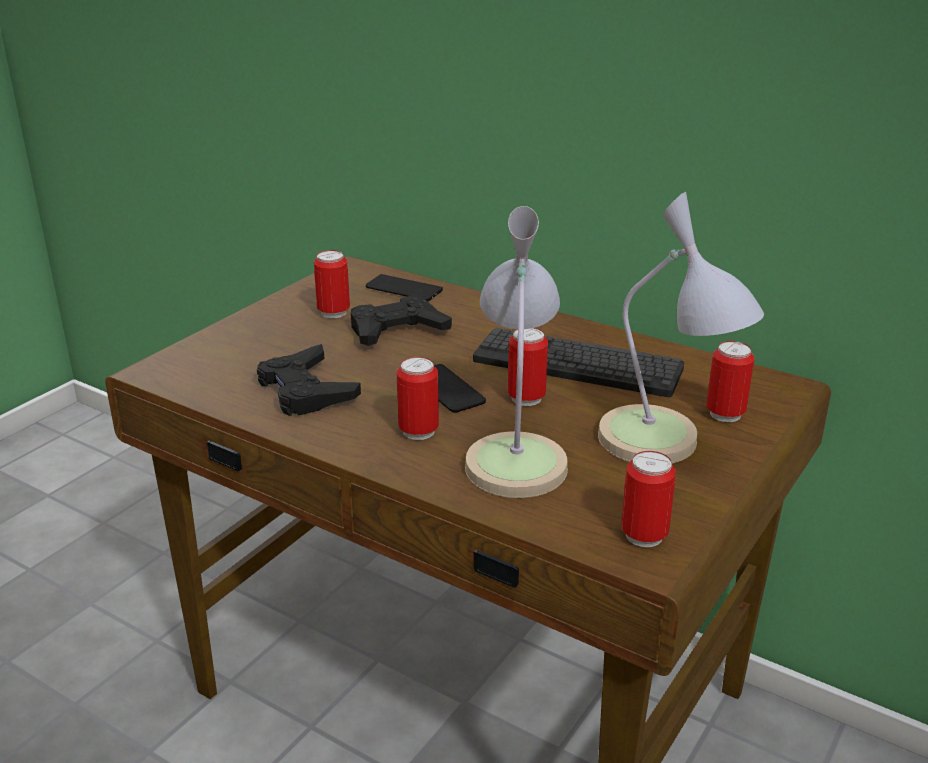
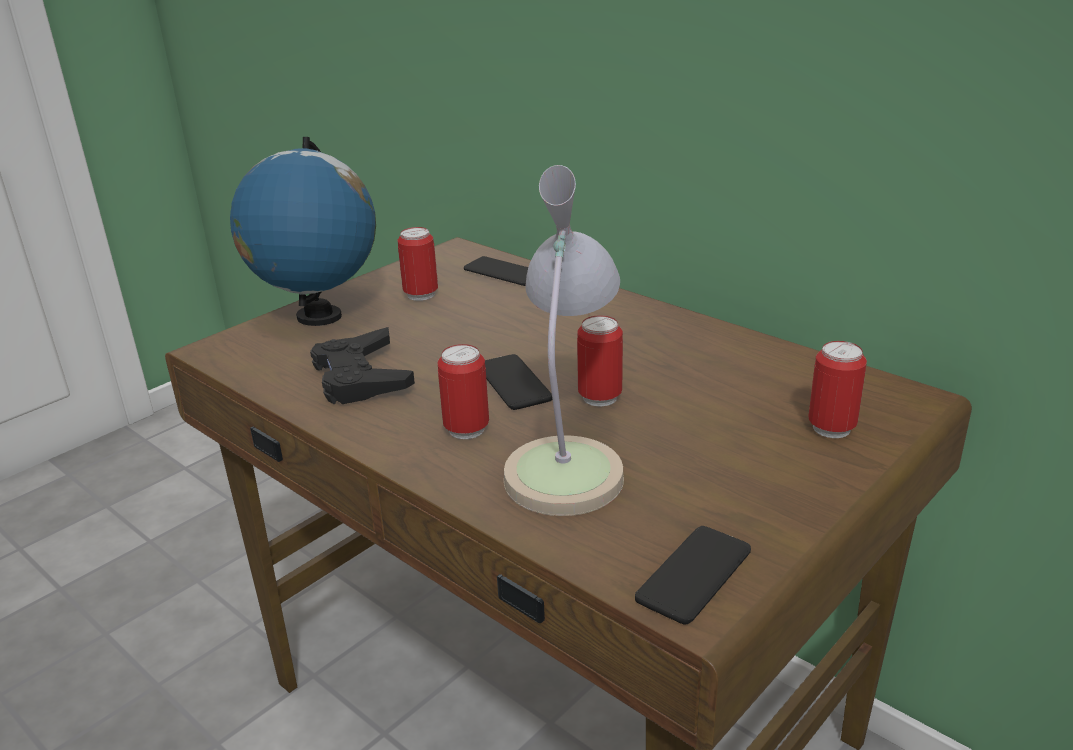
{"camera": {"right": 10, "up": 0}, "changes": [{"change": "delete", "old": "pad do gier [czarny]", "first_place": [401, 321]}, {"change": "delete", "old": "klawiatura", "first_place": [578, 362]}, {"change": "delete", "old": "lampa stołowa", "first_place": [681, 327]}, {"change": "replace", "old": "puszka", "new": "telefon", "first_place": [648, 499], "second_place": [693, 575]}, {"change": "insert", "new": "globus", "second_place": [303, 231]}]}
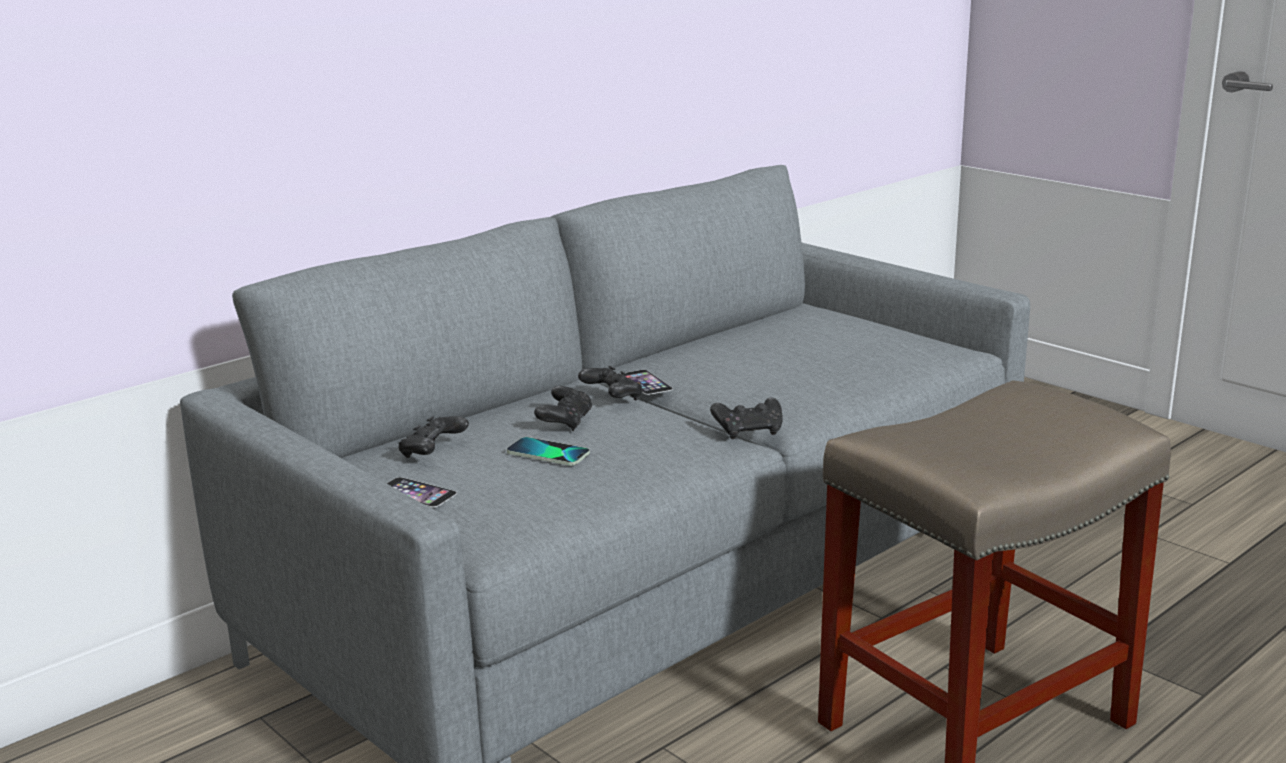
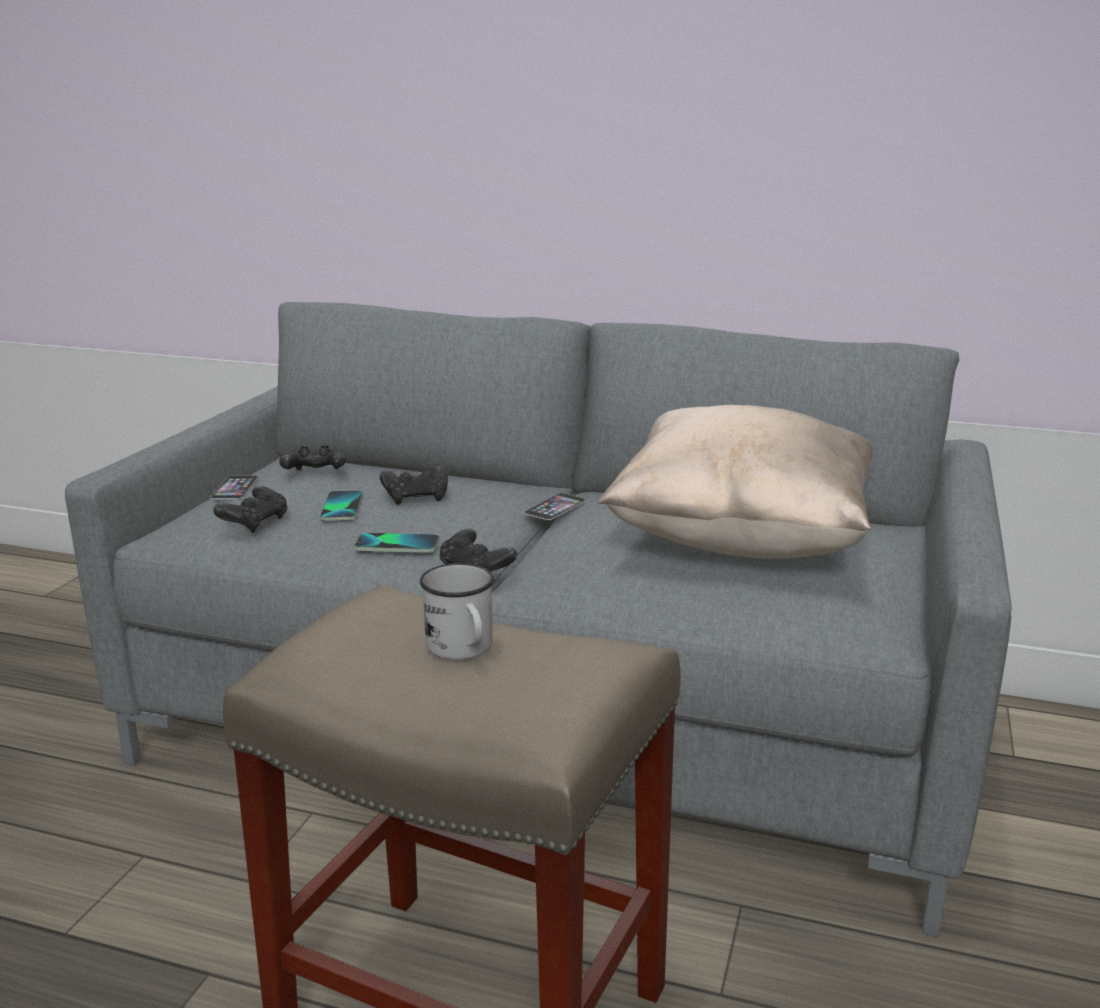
{"camera": {"right": 60, "up": 0}, "changes": [{"change": "move", "old": "pad do gier [czarny]", "first_place": [610, 383], "second_place": [250, 509]}, {"change": "insert", "new": "telefon", "second_place": [397, 542]}, {"change": "insert", "new": "kubek [biały]", "second_place": [457, 611]}, {"change": "insert", "new": "poduszka [beżowy]", "second_place": [735, 482]}]}
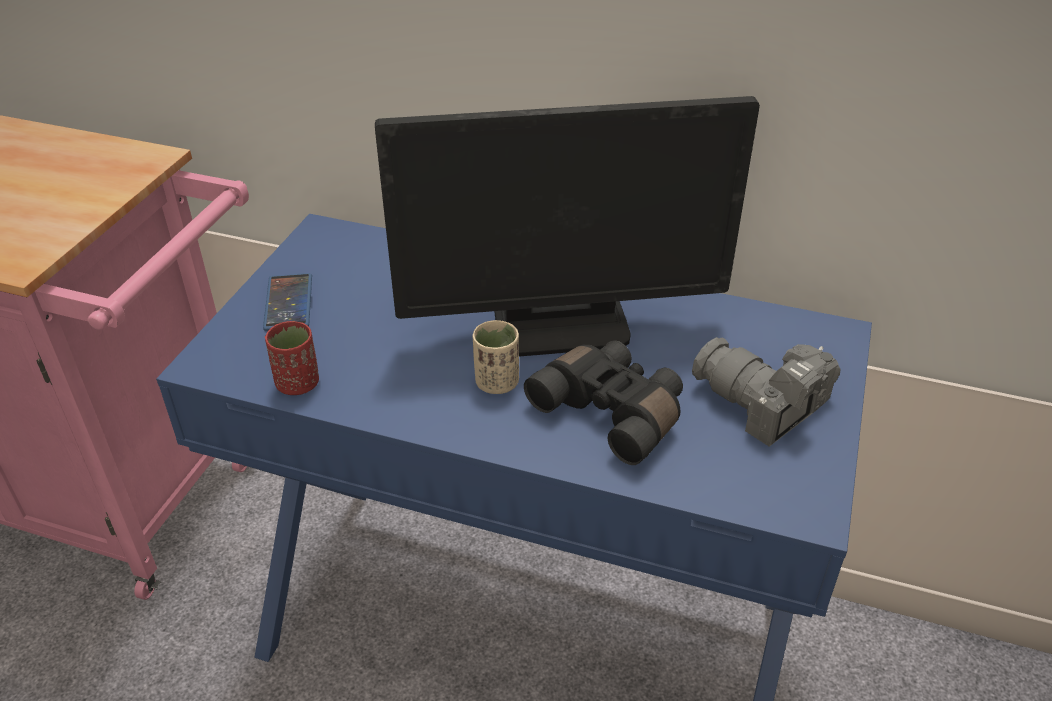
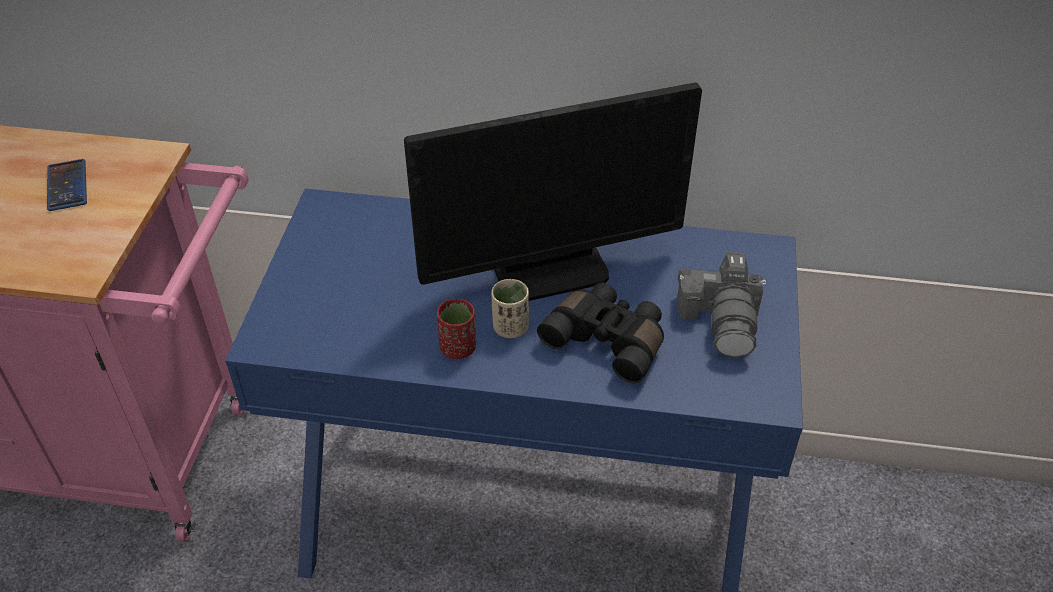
{"camera": {"right": -10, "up": 5}, "changes": [{"change": "move", "old": "telefon", "first_place": [287, 302], "second_place": [67, 185]}, {"change": "move", "old": "filiżanka [czerwony]", "first_place": [292, 358], "second_place": [456, 329]}, {"change": "rotate", "old": "aparat fotograficzny", "first_place": [766, 392], "second_place": [721, 304], "degrees": -120}]}
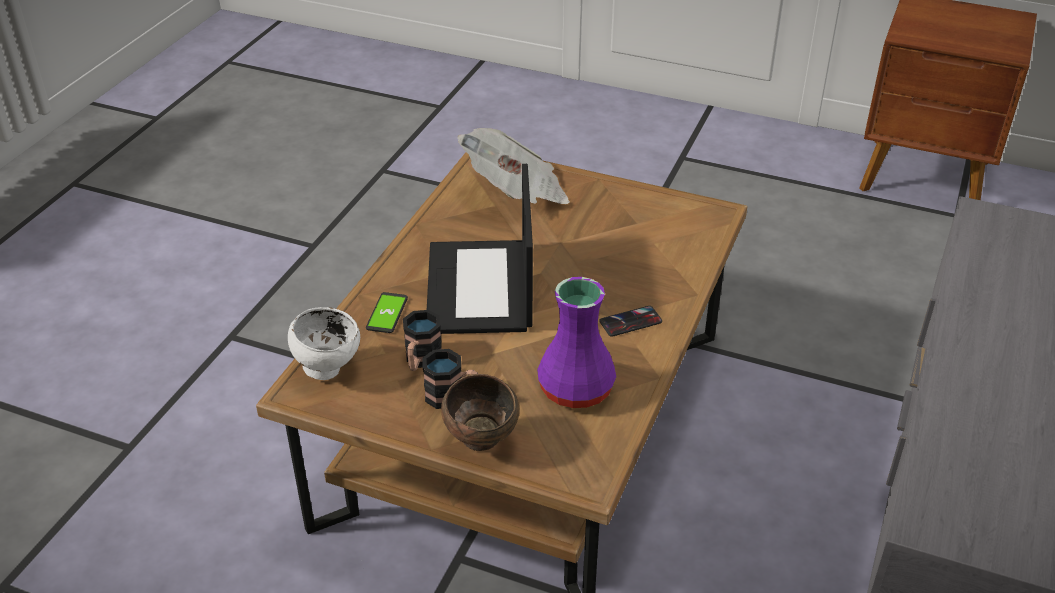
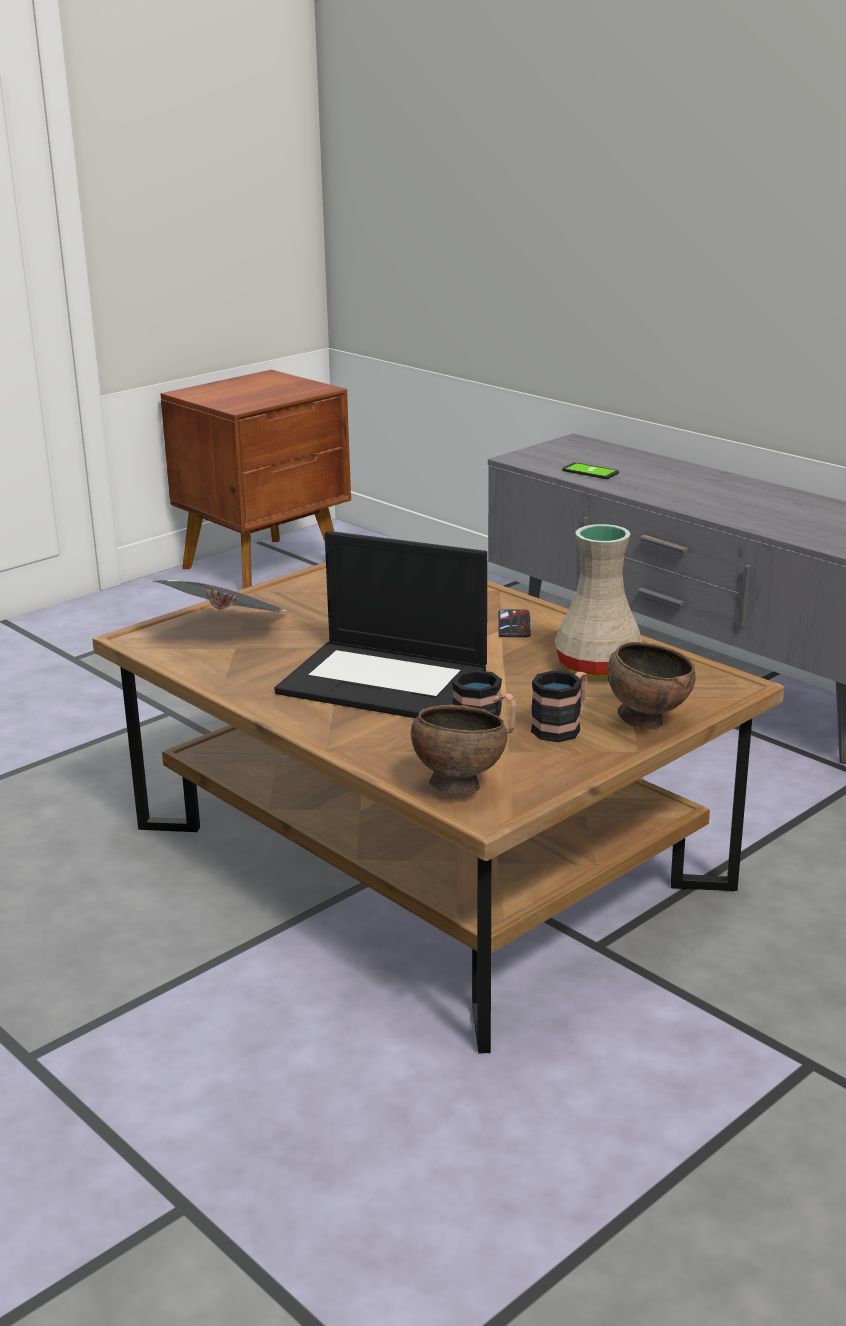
{"camera": {"right": -65, "up": -15}, "changes": [{"change": "recolor", "old": "miska [biały]", "new": "miska [brązowy]", "first_place": [324, 343], "second_place": [459, 749]}, {"change": "move", "old": "telefon", "first_place": [387, 312], "second_place": [590, 471]}, {"change": "recolor", "old": "wazon [fioletowy]", "new": "wazon [beżowy]", "first_place": [576, 342], "second_place": [598, 601]}]}
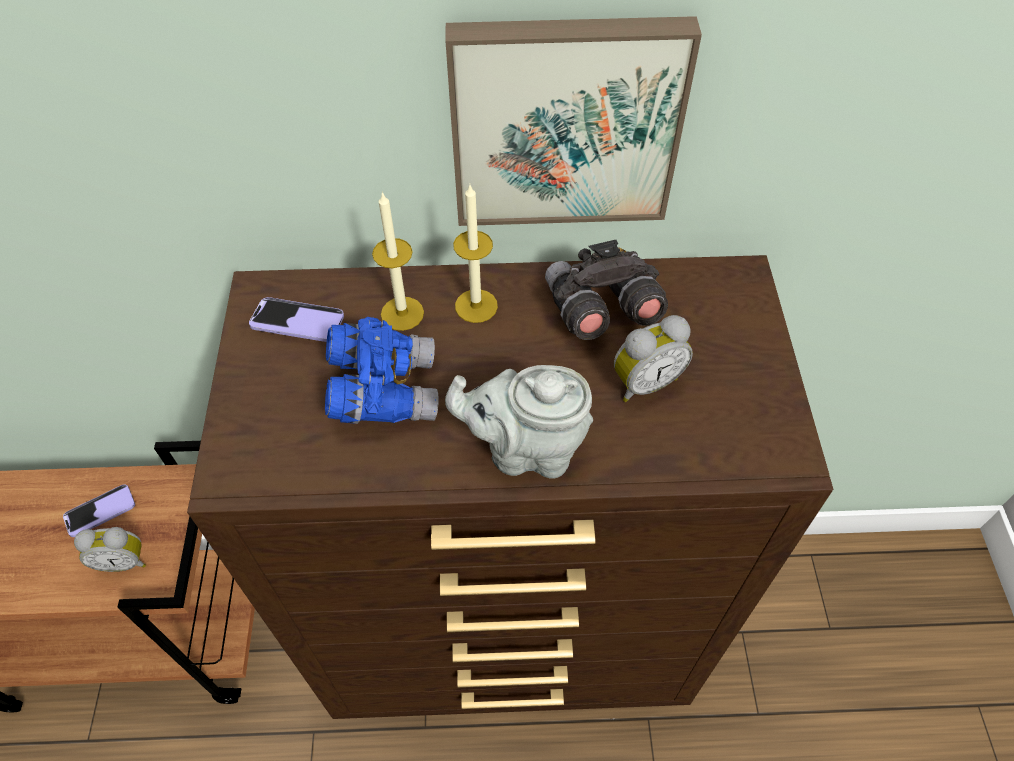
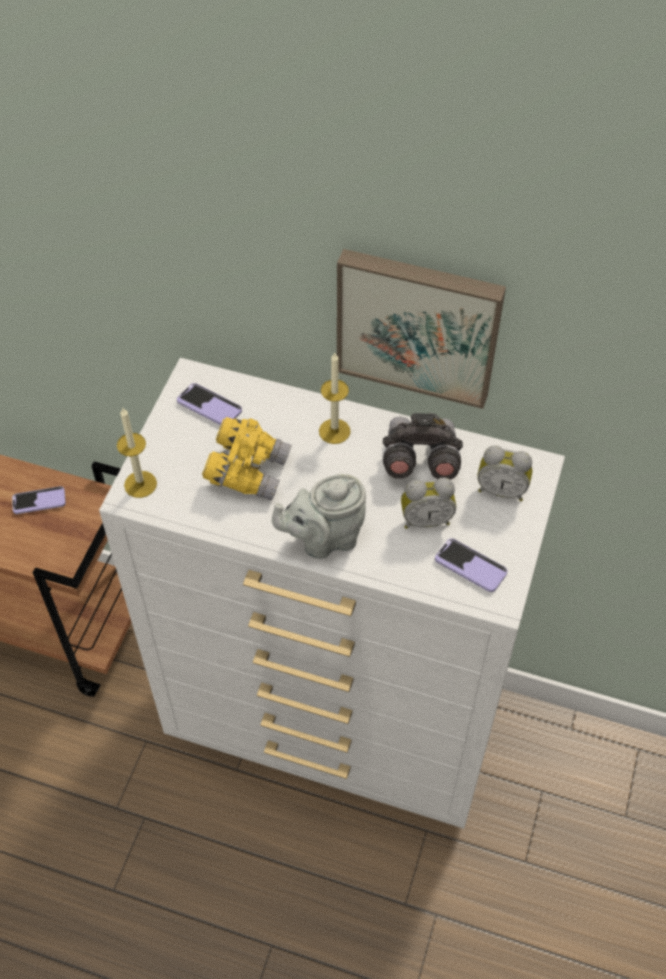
{"camera": {"right": 20, "up": 0}, "changes": [{"change": "move", "old": "budzik", "first_place": [110, 549], "second_place": [505, 473]}, {"change": "recolor", "old": "komoda [brązowy]", "new": "komoda [biały]", "first_place": [510, 487], "second_place": [332, 593]}, {"change": "recolor", "old": "lornetka [niebieski]", "new": "lornetka [żółty]", "first_place": [382, 370], "second_place": [247, 459]}, {"change": "move", "old": "świeca", "first_place": [398, 261], "second_place": [137, 453]}, {"change": "rotate", "old": "imbryk [szary]", "first_place": [519, 421], "second_place": [319, 516], "degrees": -45}, {"change": "insert", "new": "telefon", "second_place": [471, 565]}]}
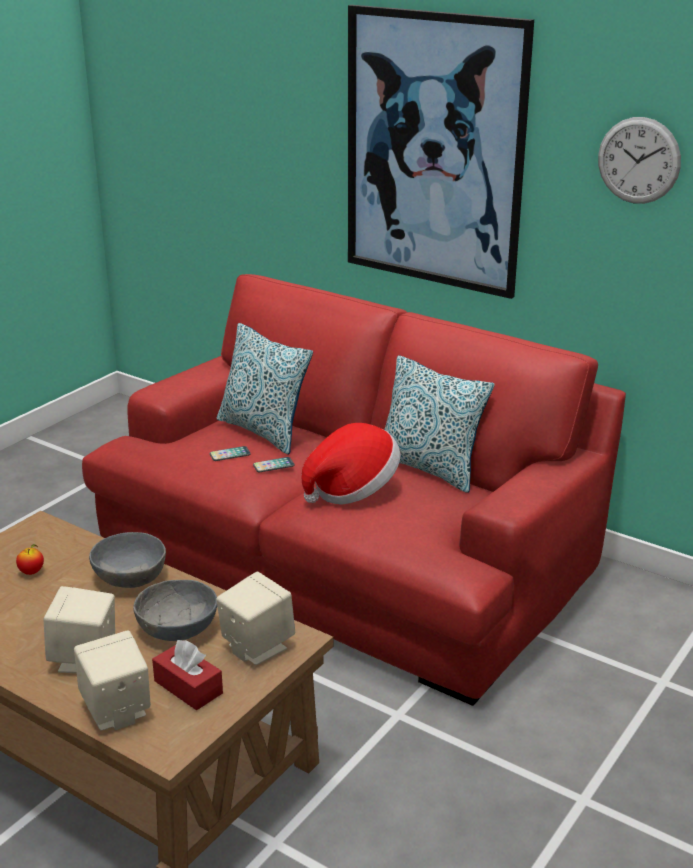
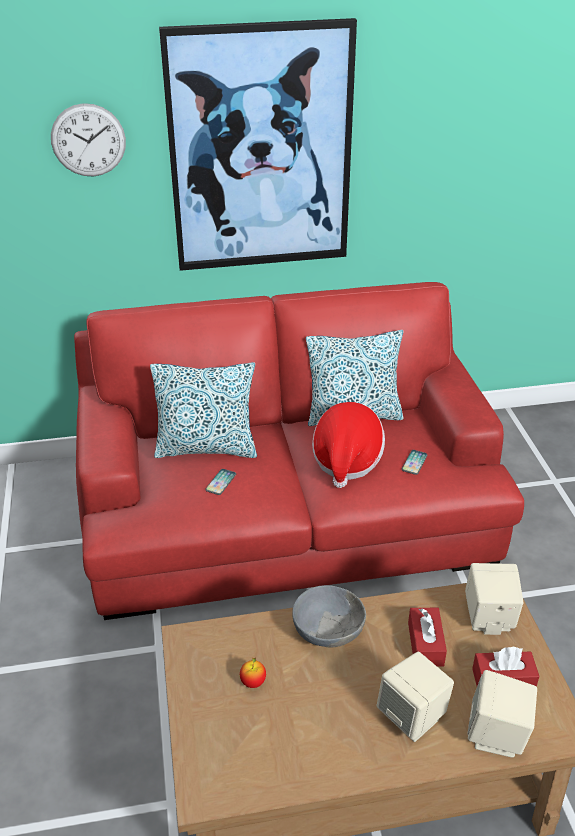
{"camera": {"right": -45, "up": 10}, "changes": [{"change": "replace", "old": "miska [szary]", "new": "pudełko chusteczek [czerwony]", "first_place": [175, 610], "second_place": [427, 637]}, {"change": "move", "old": "telefon", "first_place": [274, 464], "second_place": [415, 462]}, {"change": "move", "old": "zegar ścienny", "first_place": [639, 160], "second_place": [88, 140]}]}
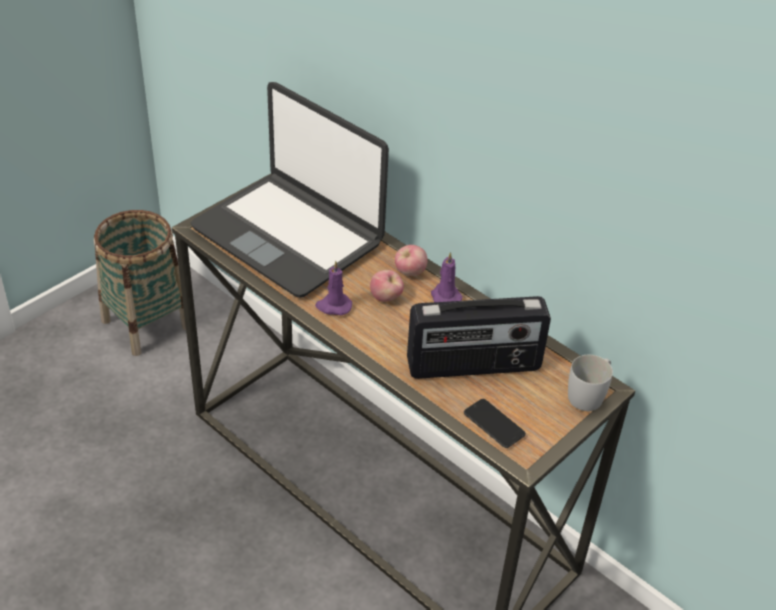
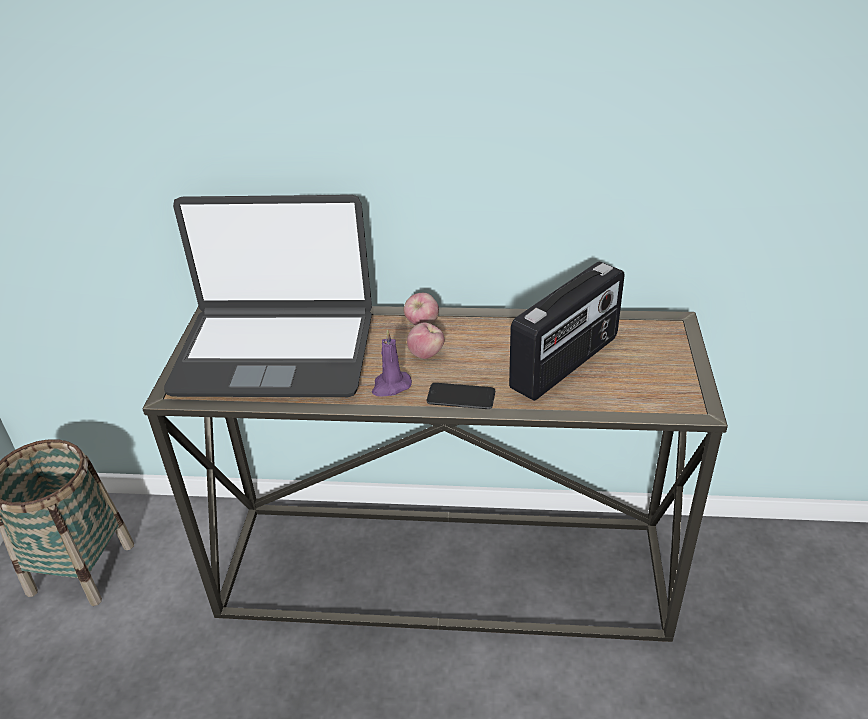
{"camera": {"right": -35, "up": -5}, "changes": [{"change": "delete", "old": "świeca [fioletowy]", "first_place": [447, 277]}, {"change": "move", "old": "telefon", "first_place": [495, 423], "second_place": [461, 396]}, {"change": "delete", "old": "kubek [biały]", "first_place": [590, 383]}]}
